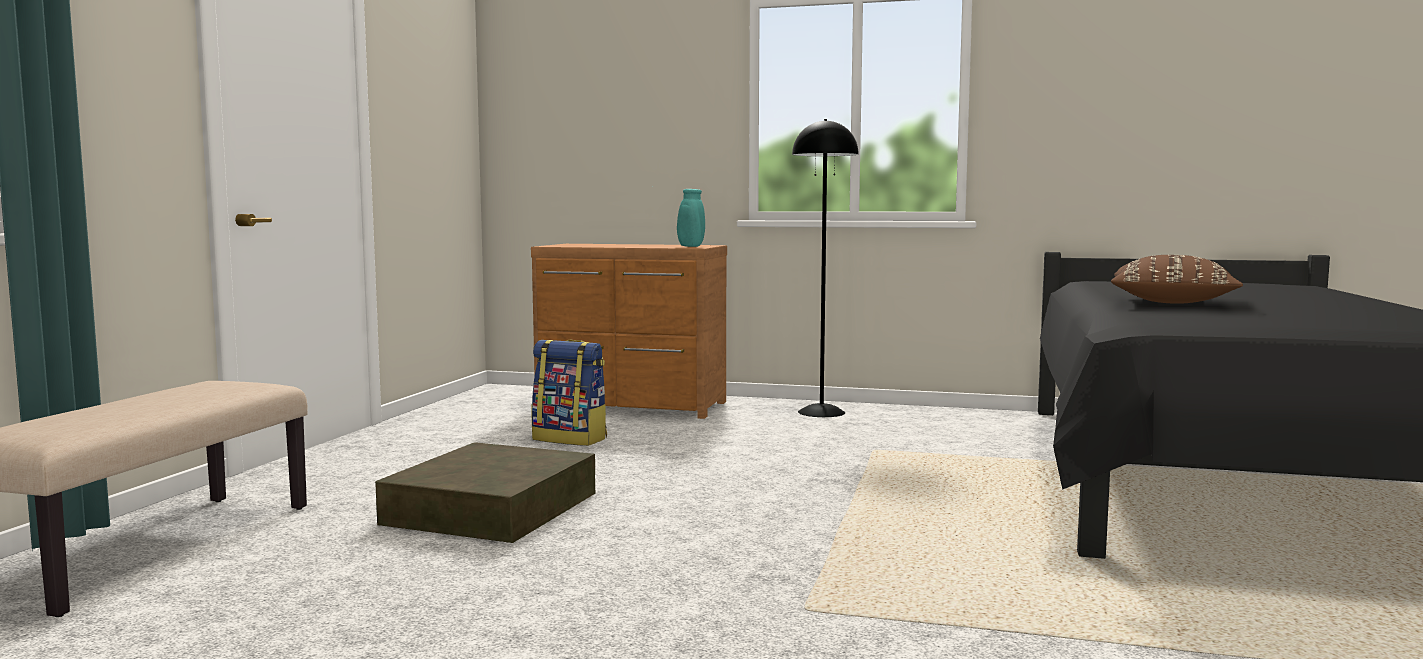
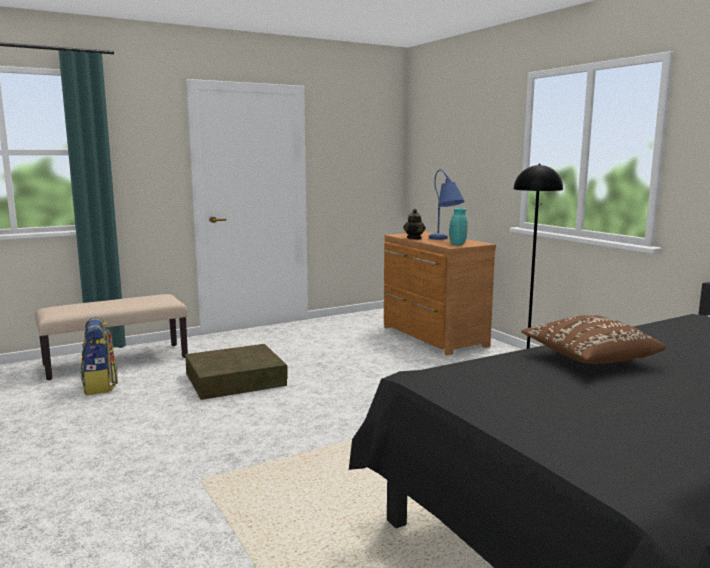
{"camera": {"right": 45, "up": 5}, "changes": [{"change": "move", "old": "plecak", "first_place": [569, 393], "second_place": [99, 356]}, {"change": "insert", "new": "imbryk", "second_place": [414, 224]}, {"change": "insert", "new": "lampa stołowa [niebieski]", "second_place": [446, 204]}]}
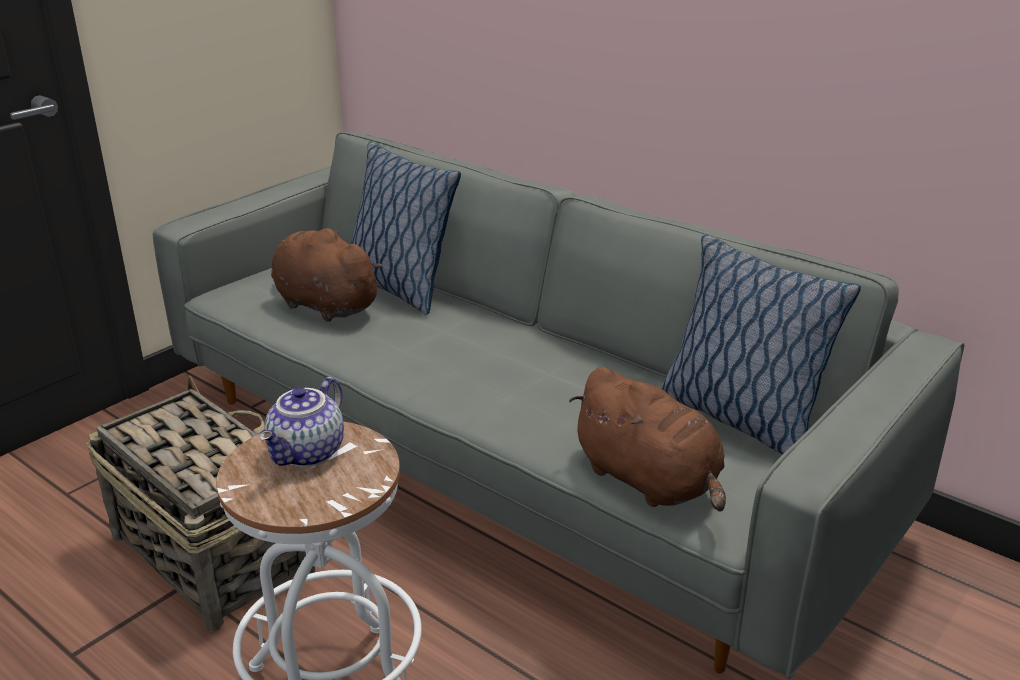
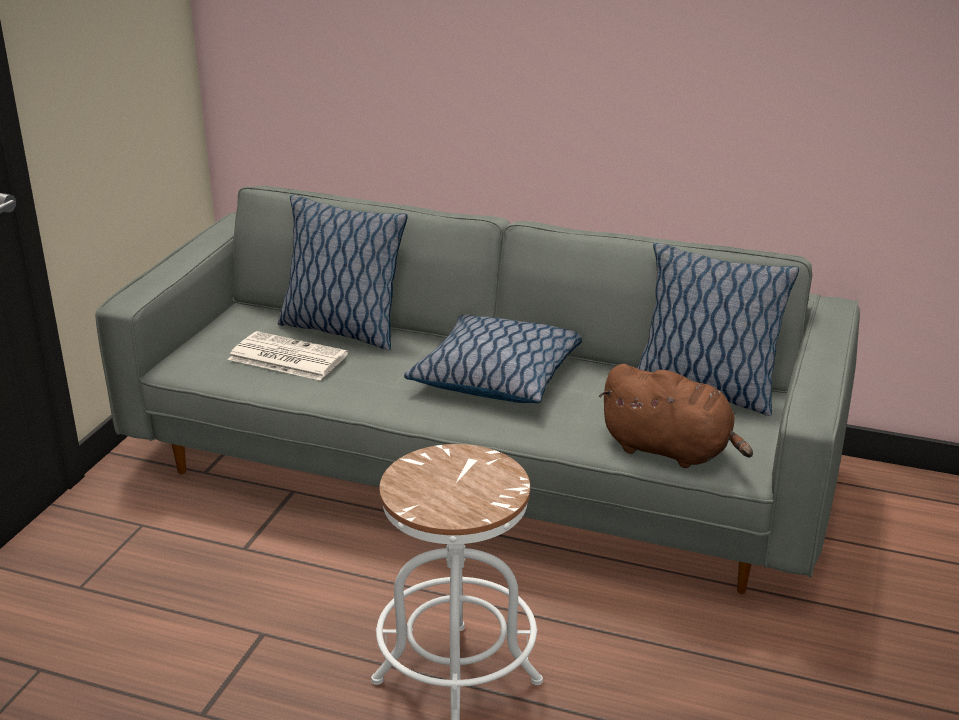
{"camera": {"right": -20, "up": 0}, "changes": [{"change": "delete", "old": "koszyk", "first_place": [200, 504]}, {"change": "delete", "old": "imbryk", "first_place": [301, 422]}, {"change": "replace", "old": "pluszak [brązowy]", "new": "gazeta", "first_place": [327, 275], "second_place": [288, 355]}, {"change": "insert", "new": "poduszka", "second_place": [493, 358]}]}
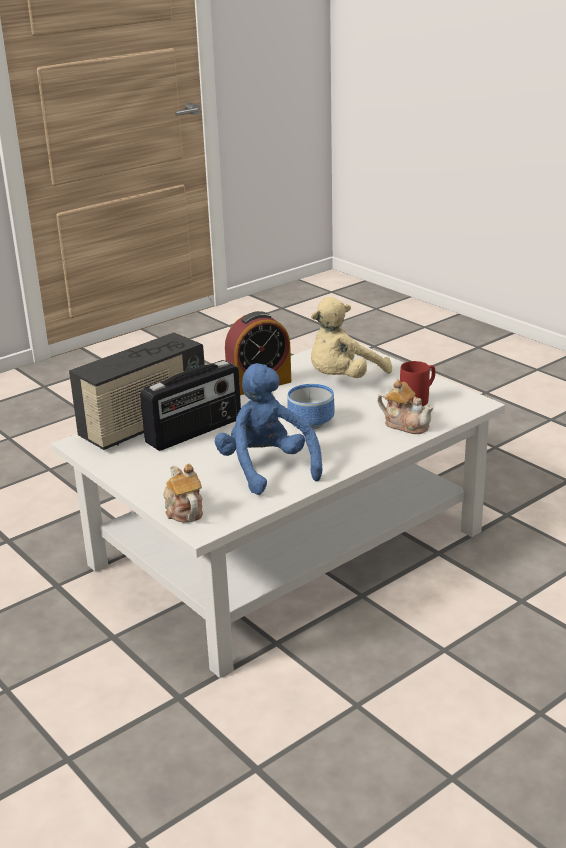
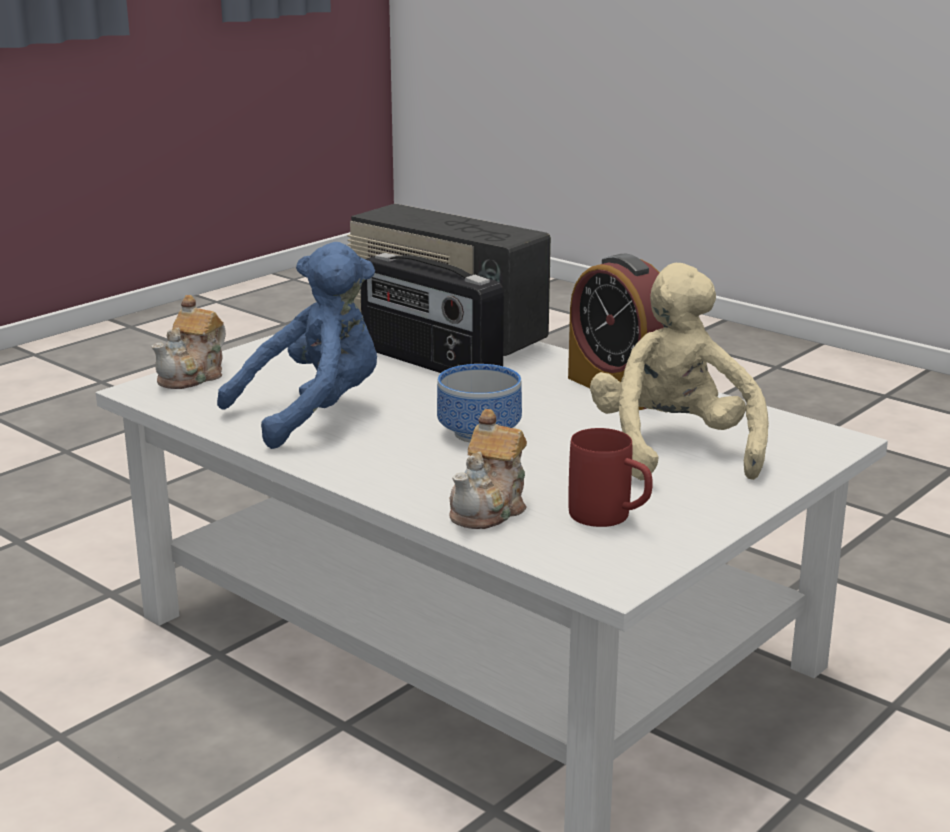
{"camera": {"right": 80, "up": -5}, "changes": [{"change": "rotate", "old": "imbryk", "first_place": [183, 493], "second_place": [188, 342], "degrees": 150}, {"change": "rotate", "old": "pluszak [beżowy]", "first_place": [351, 337], "second_place": [679, 371], "degrees": 45}]}
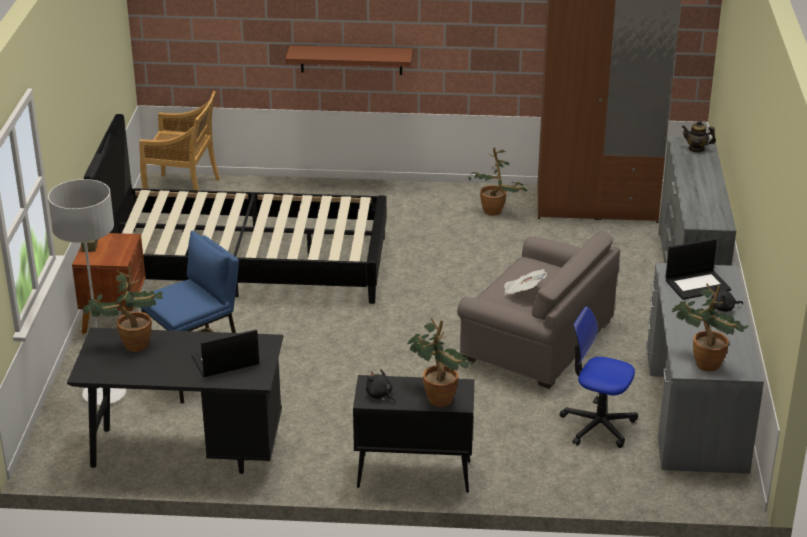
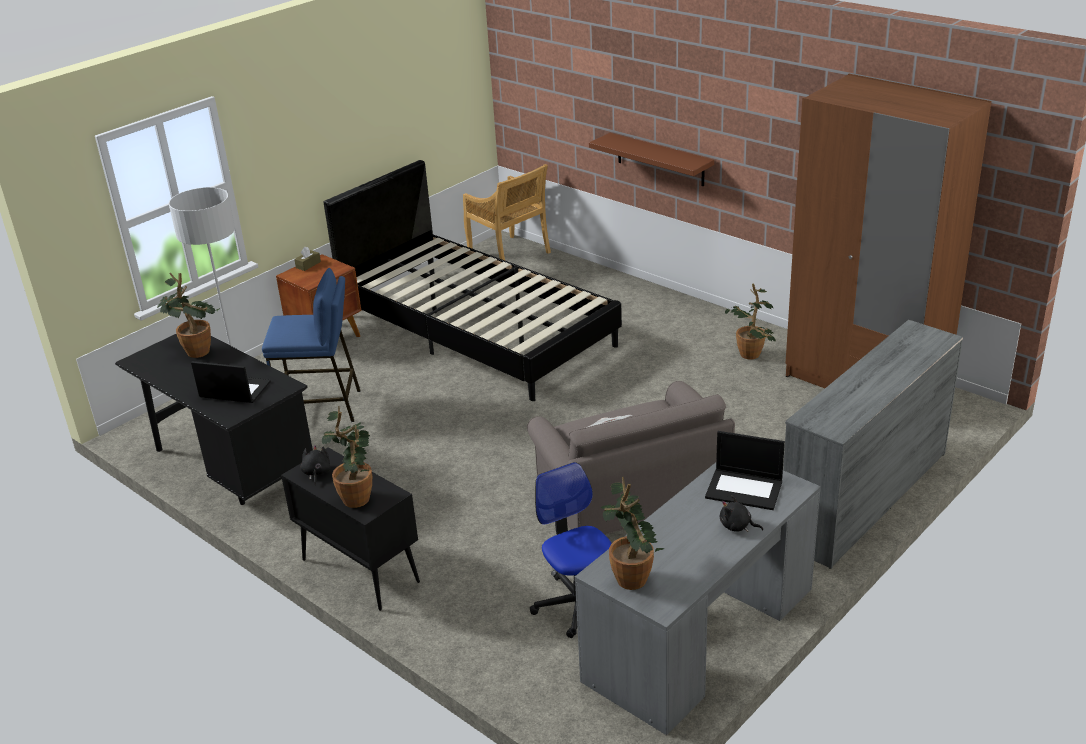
{"camera": {"right": 40, "up": 0}, "changes": [{"change": "delete", "old": "imbryk", "first_place": [699, 136]}]}
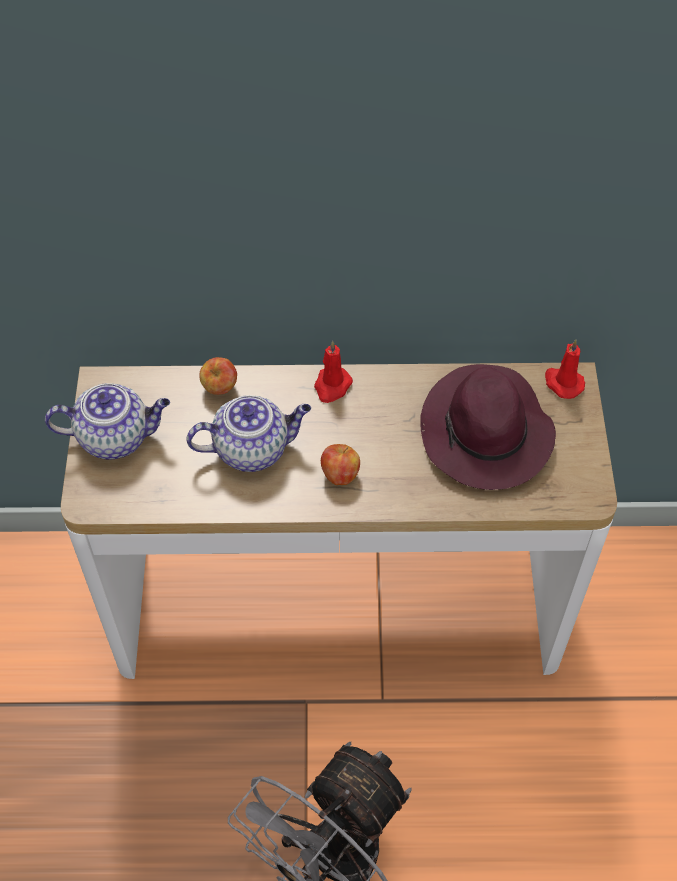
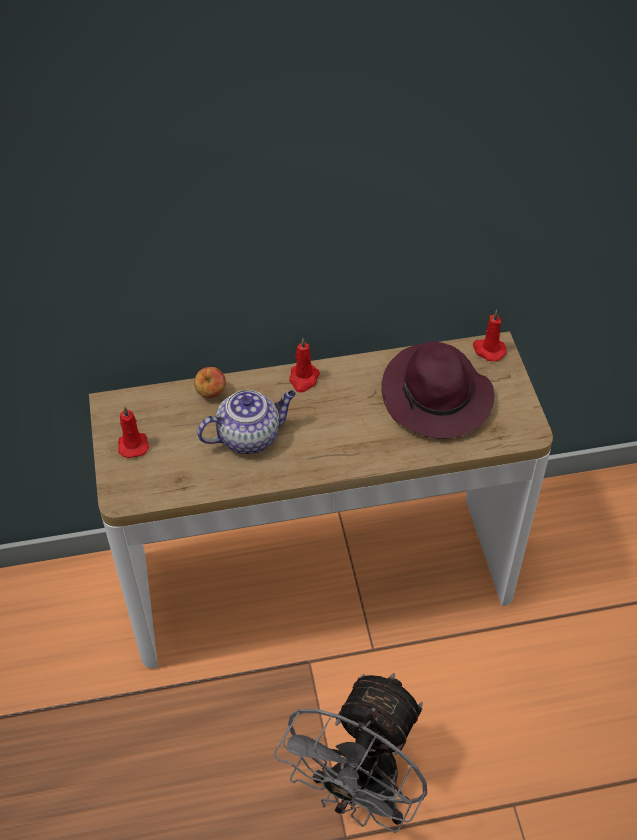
{"camera": {"right": -10, "up": -5}, "changes": [{"change": "replace", "old": "imbryk", "new": "świeca [czerwony]", "first_place": [107, 421], "second_place": [133, 432]}, {"change": "delete", "old": "jabłko", "first_place": [340, 464]}]}
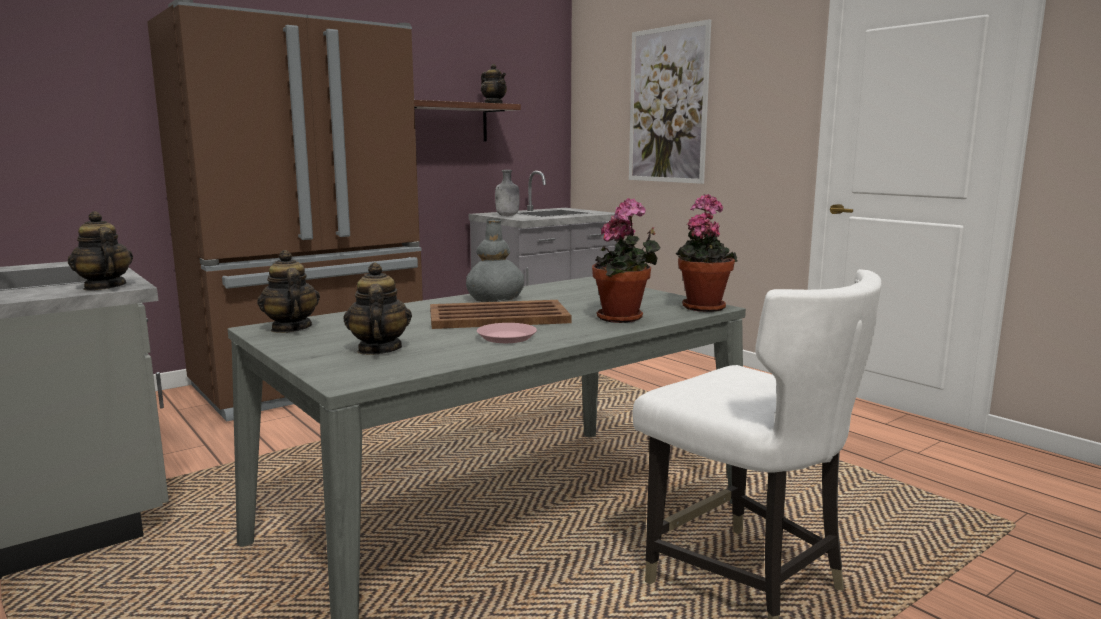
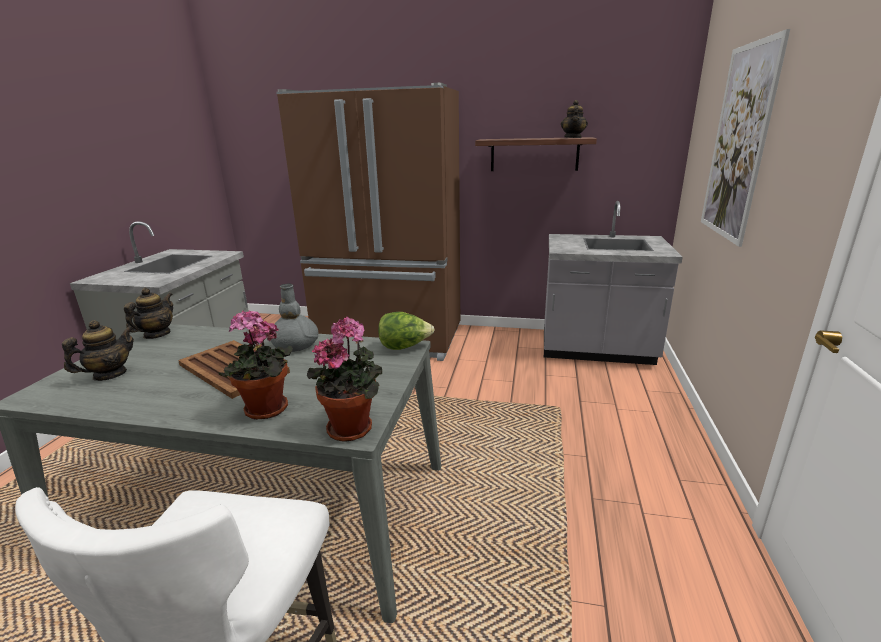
{"camera": {"right": 50, "up": 10}, "changes": [{"change": "delete", "old": "imbryk", "first_place": [100, 250]}, {"change": "delete", "old": "talerz [różowy]", "first_place": [507, 333]}, {"change": "delete", "old": "butelka [szary]", "first_place": [507, 193]}, {"change": "insert", "new": "sałata", "second_place": [406, 331]}]}
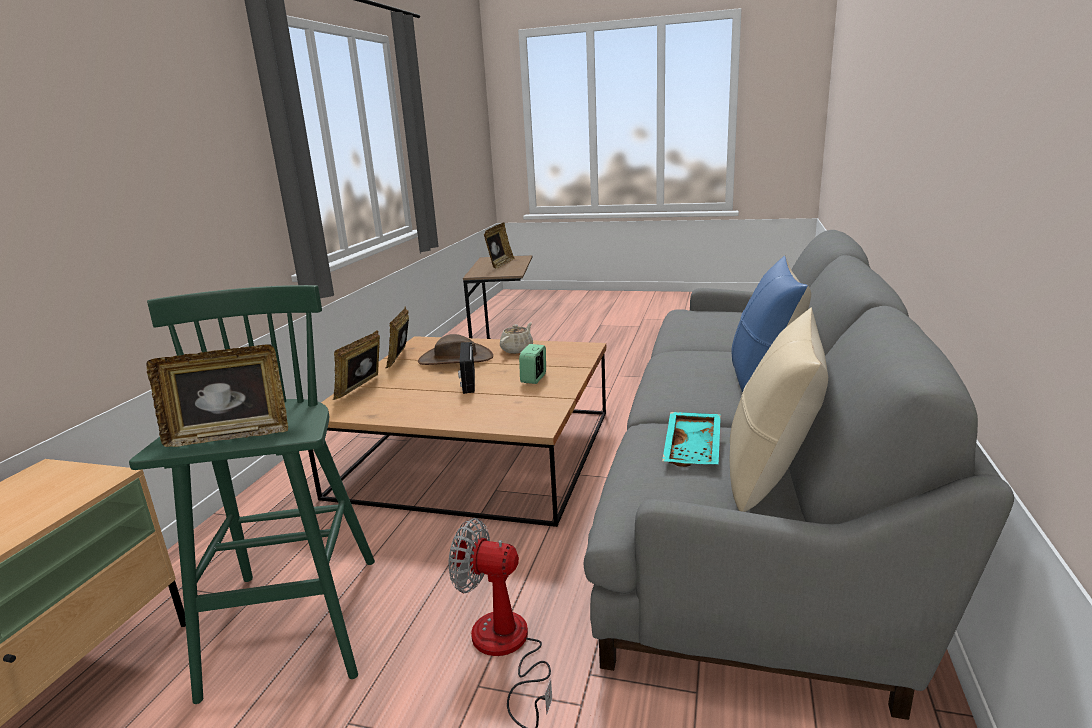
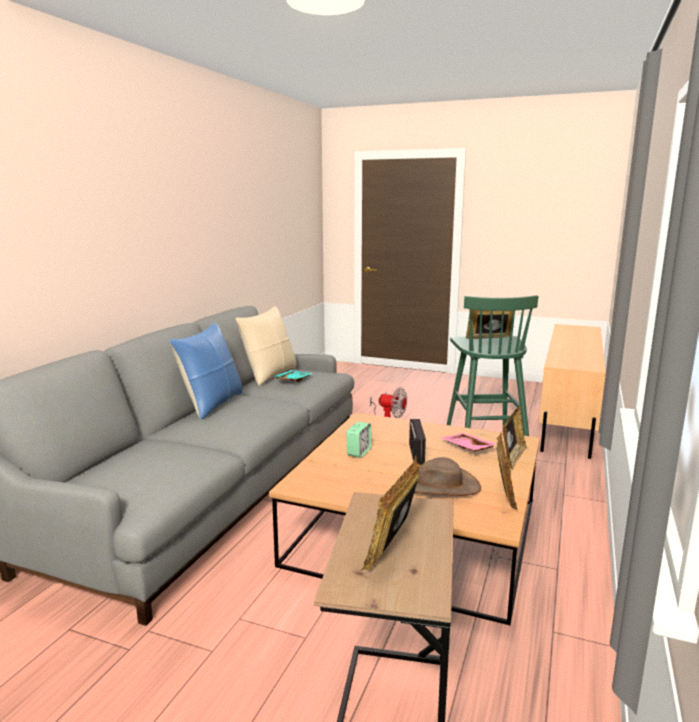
{"camera": {"right": -175, "up": -5}, "changes": [{"change": "delete", "old": "imbryk [beżowy]", "first_place": [516, 338]}, {"change": "insert", "new": "taca [różowy]", "second_place": [468, 442]}]}
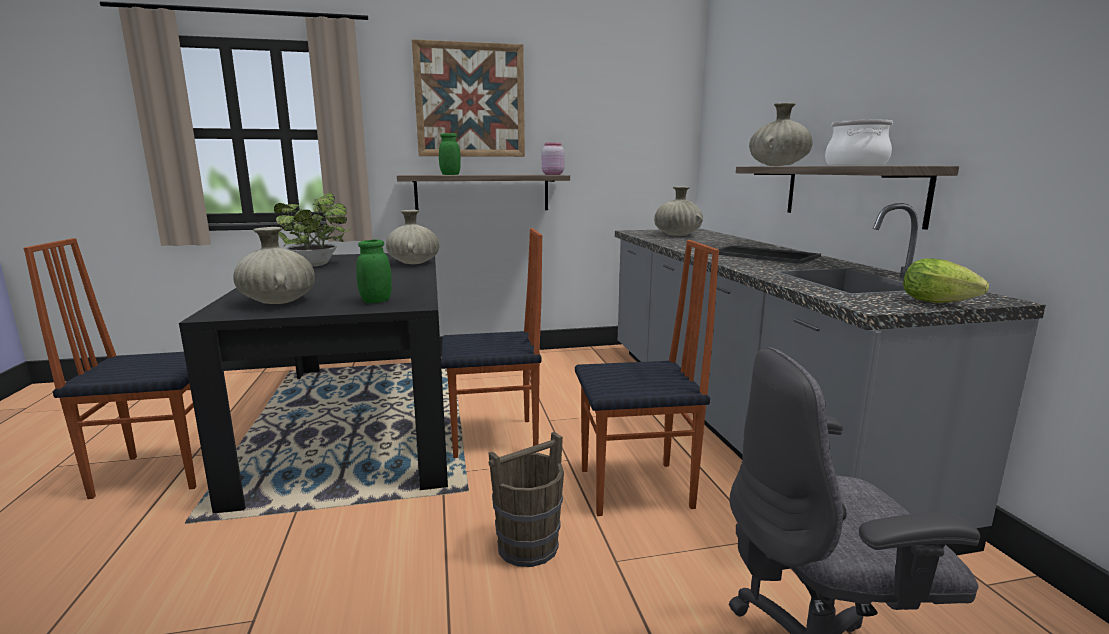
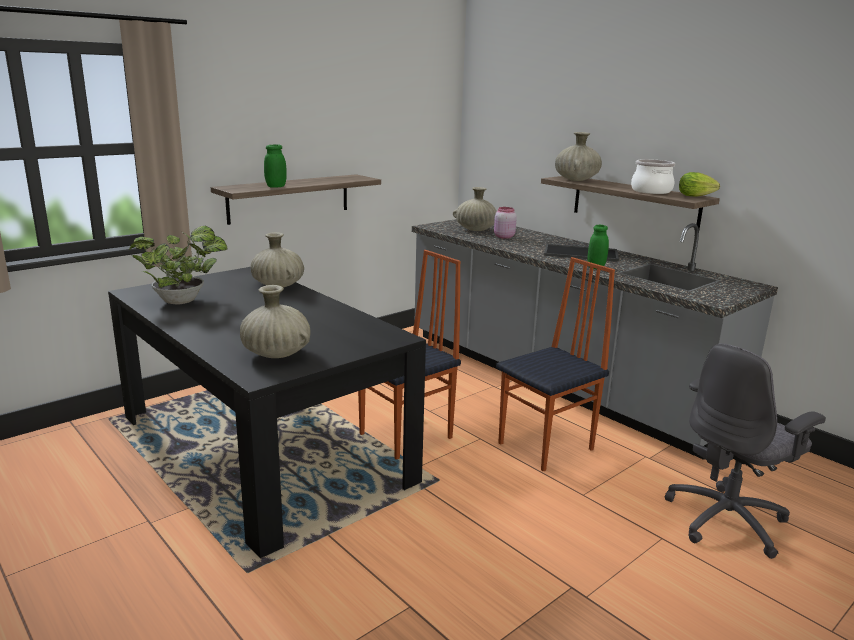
{"camera": {"right": -30, "up": 5}, "changes": [{"change": "delete", "old": "krzesło", "first_place": [110, 368]}, {"change": "move", "old": "słoik [zielony]", "first_place": [374, 271], "second_place": [598, 247]}, {"change": "delete", "old": "obraz", "first_place": [468, 98]}, {"change": "delete", "old": "wiadro [brązowy]", "first_place": [526, 499]}, {"change": "move", "old": "słoik [różowy]", "first_place": [553, 159], "second_place": [505, 223]}, {"change": "move", "old": "sałata", "first_place": [946, 280], "second_place": [699, 184]}]}
